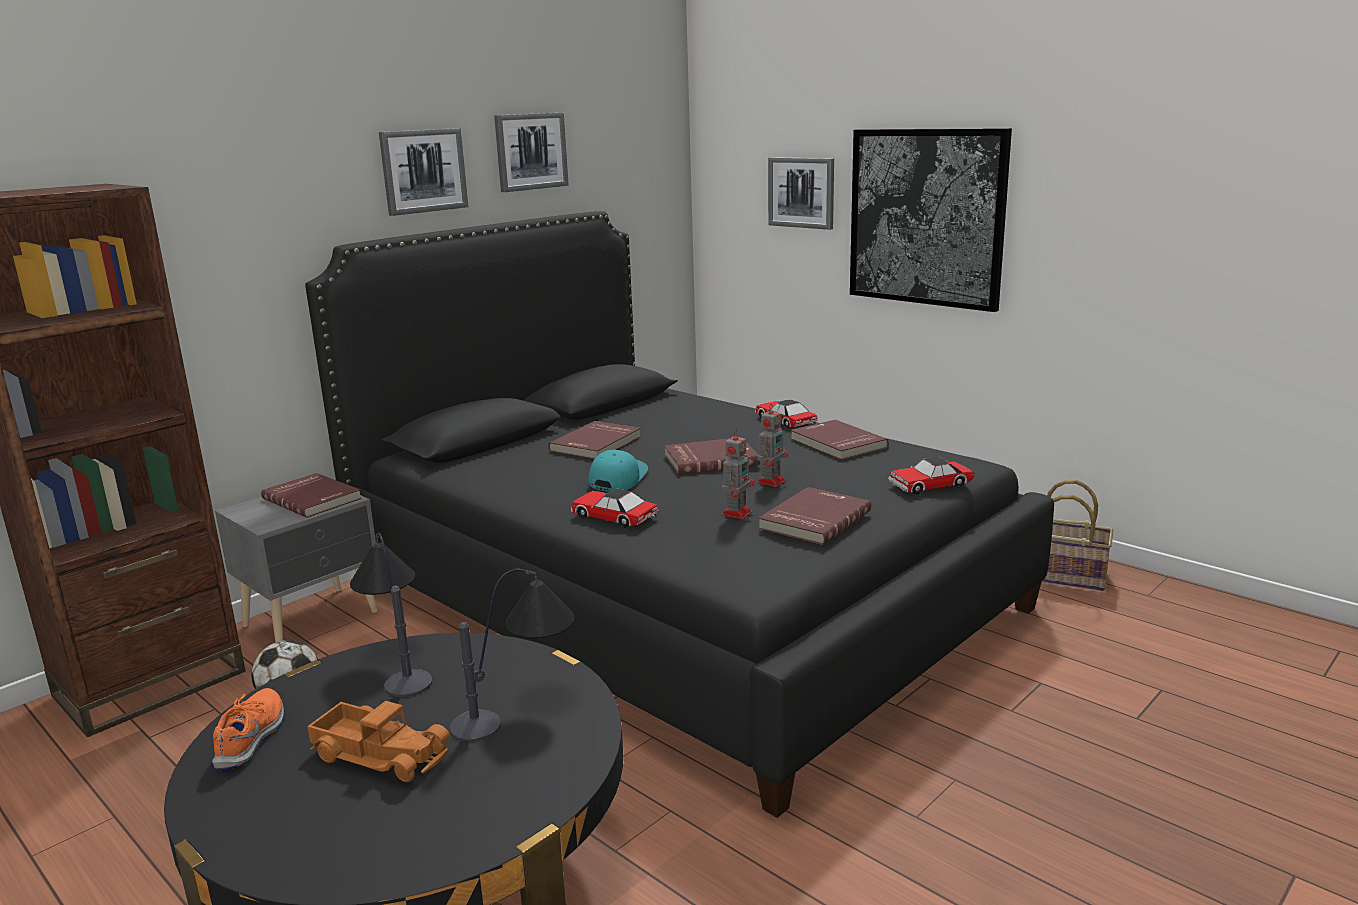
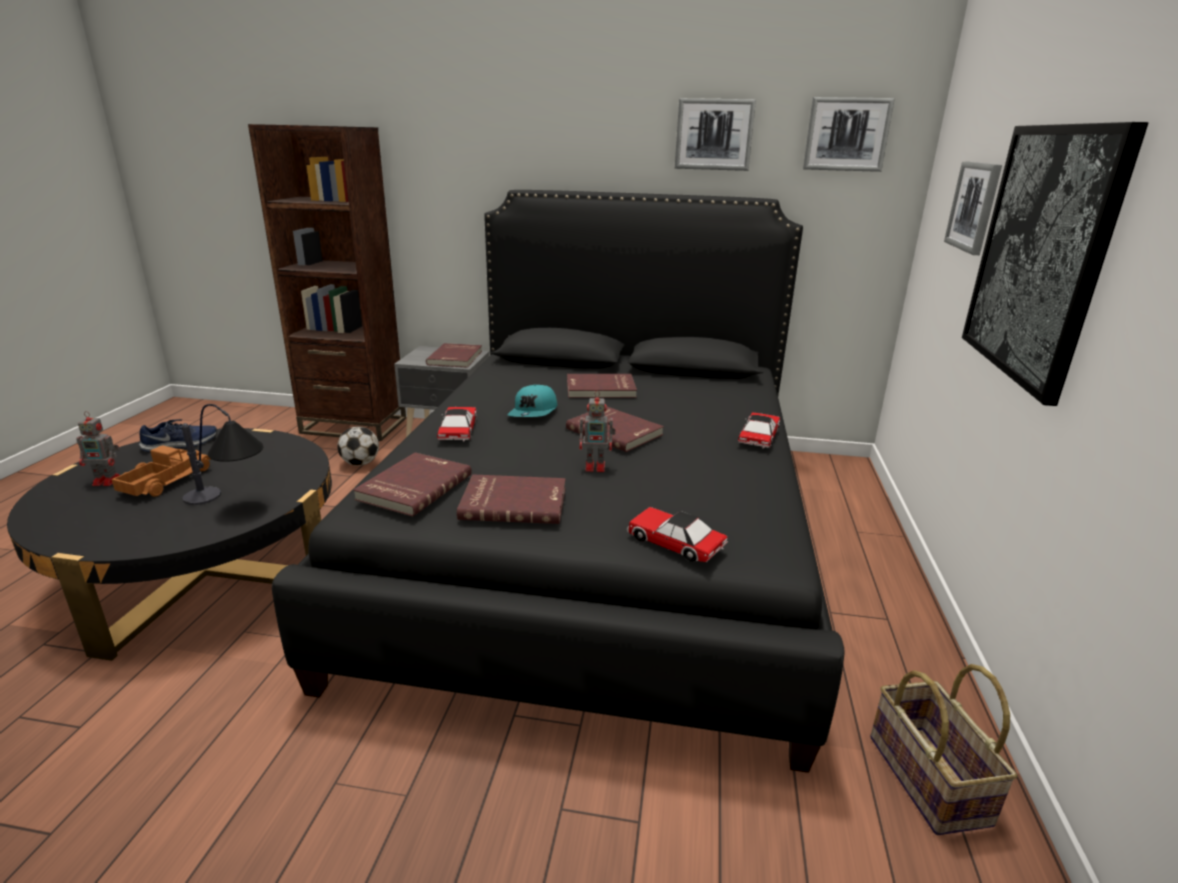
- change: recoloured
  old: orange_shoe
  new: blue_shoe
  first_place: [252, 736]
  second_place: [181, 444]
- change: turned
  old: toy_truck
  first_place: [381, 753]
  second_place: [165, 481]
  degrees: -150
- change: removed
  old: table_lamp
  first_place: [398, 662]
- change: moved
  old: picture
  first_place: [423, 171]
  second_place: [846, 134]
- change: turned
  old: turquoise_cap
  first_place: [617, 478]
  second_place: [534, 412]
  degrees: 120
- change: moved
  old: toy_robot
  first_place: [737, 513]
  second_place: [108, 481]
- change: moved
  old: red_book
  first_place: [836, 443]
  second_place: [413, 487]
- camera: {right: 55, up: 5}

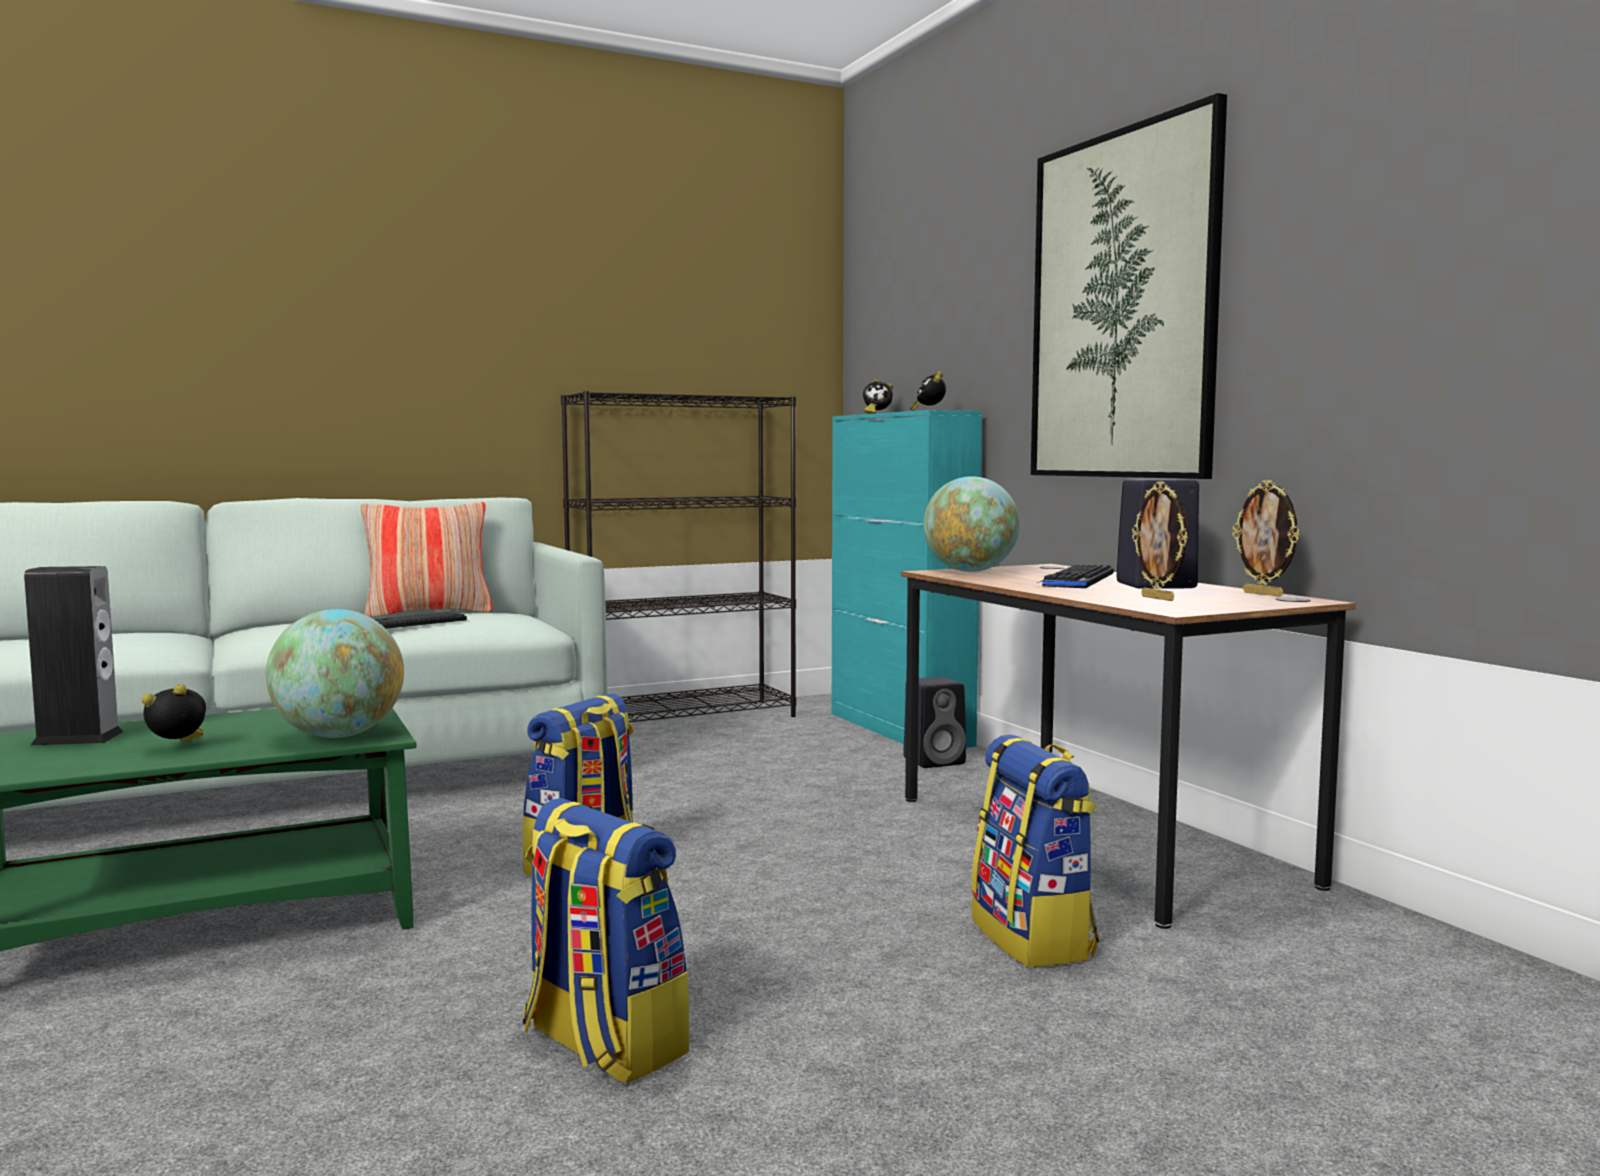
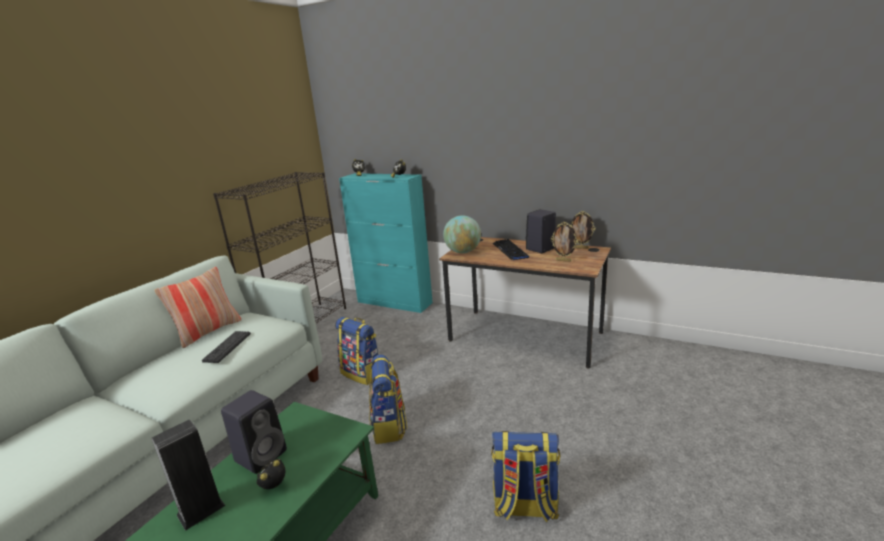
- change: removed
  old: globe
  first_place: [339, 736]
- change: moved
  old: black_speaker
  first_place: [935, 761]
  second_place: [262, 455]
- change: moved
  old: backpack
  first_place: [1034, 938]
  second_place: [362, 373]
- change: removed
  old: picture
  first_place: [1122, 306]
- camera: {right: -35, up: 15}

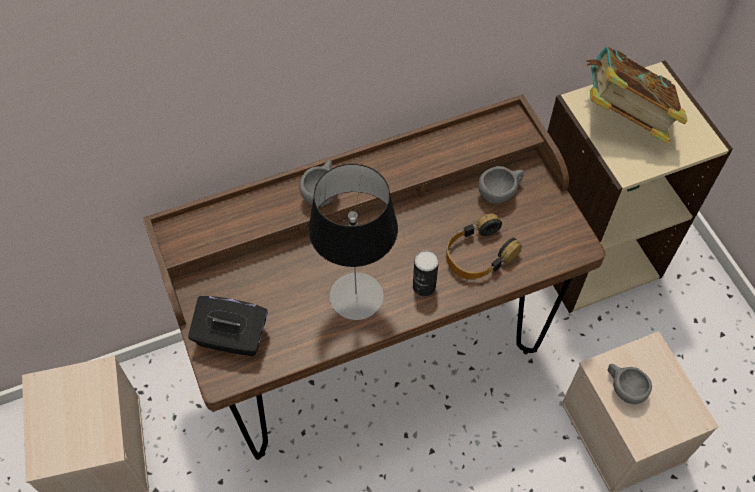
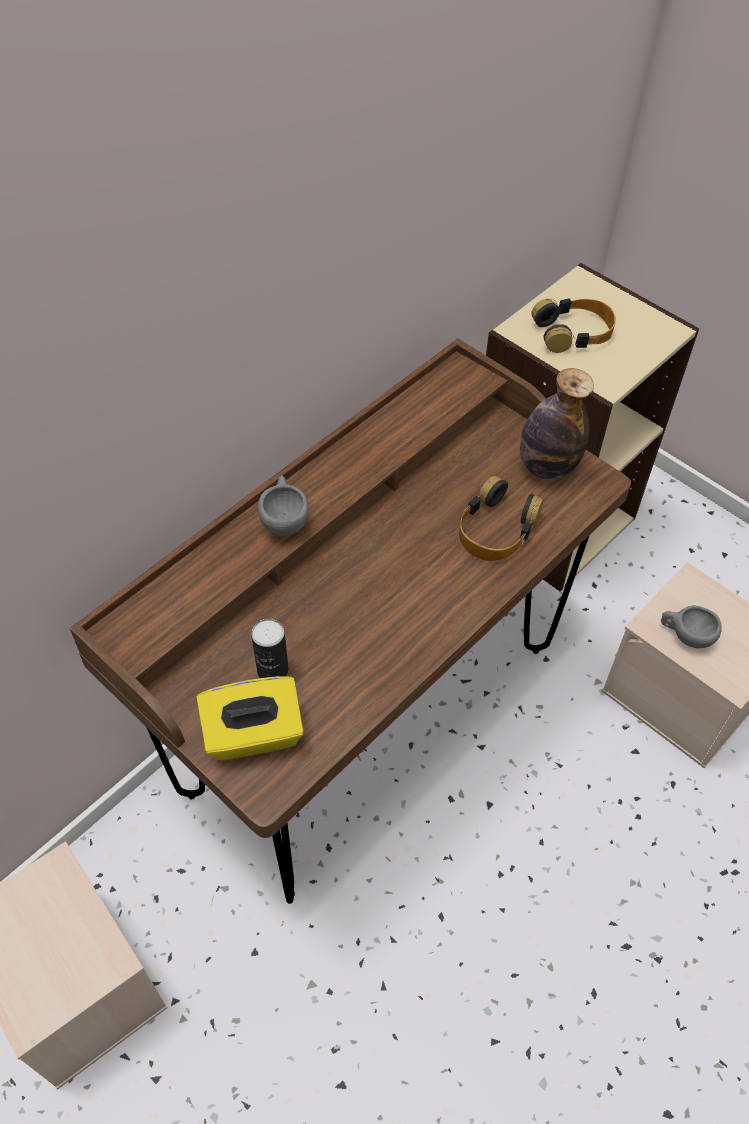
- change: recoloured
  old: black_tissue_box
  new: yellow_tissue_box
  first_place: [231, 338]
  second_place: [254, 735]
- change: removed
  old: table_lamp
  first_place: [356, 296]
- change: moved
  old: can
  first_place: [424, 286]
  second_place: [272, 670]
- change: removed
  old: grey_cup
  first_place: [500, 192]
- change: replaced
  old: book
  new: headphones
  first_place: [624, 118]
  second_place: [573, 332]
- change: added
  new: bottle
  second_place: [547, 467]
- camera: {right: -25, up: -5}

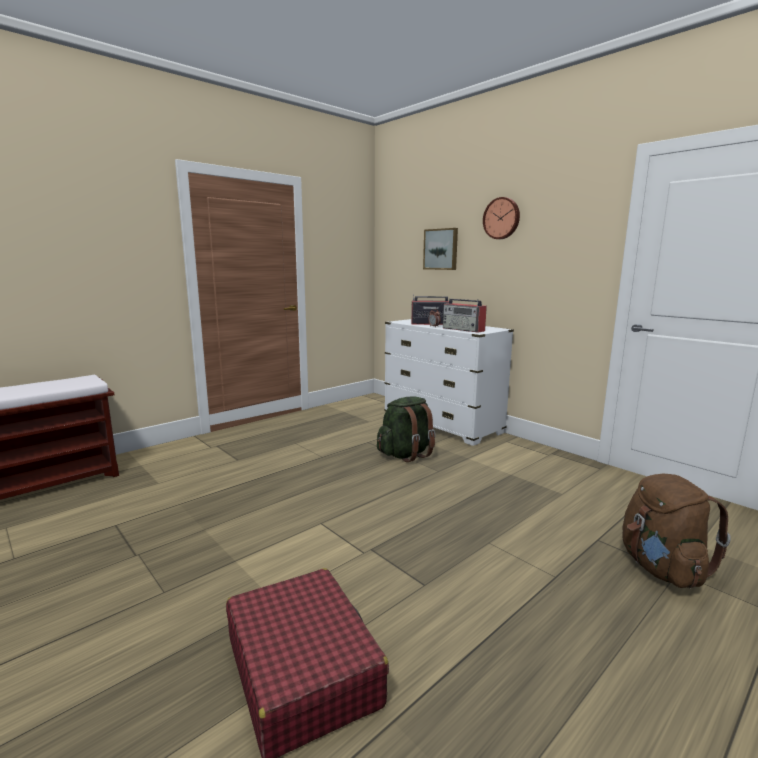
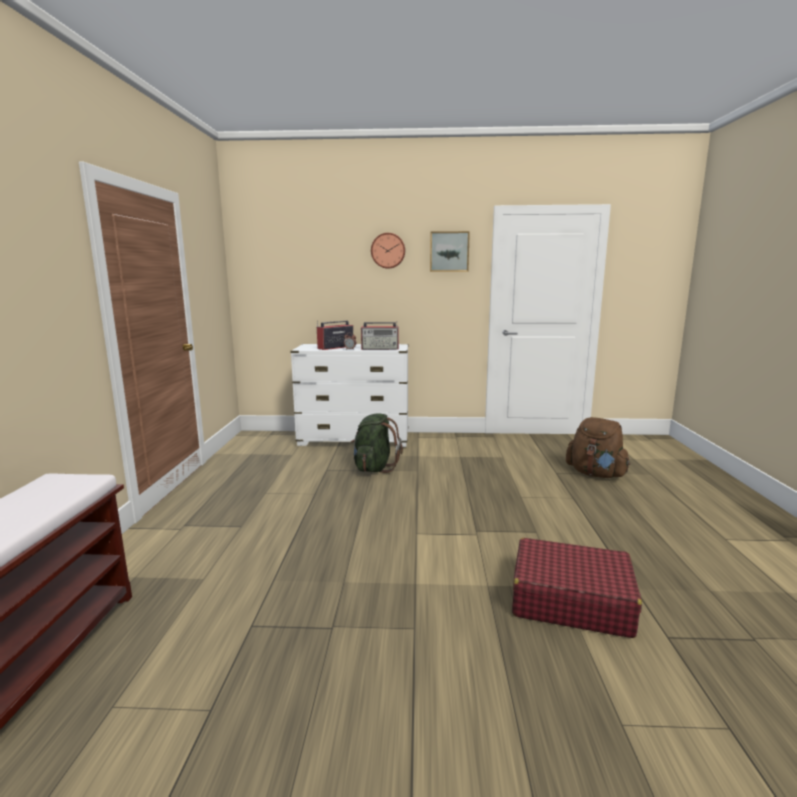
- change: moved
  old: picture
  first_place: [441, 249]
  second_place: [449, 251]
- camera: {right: -45, up: 0}

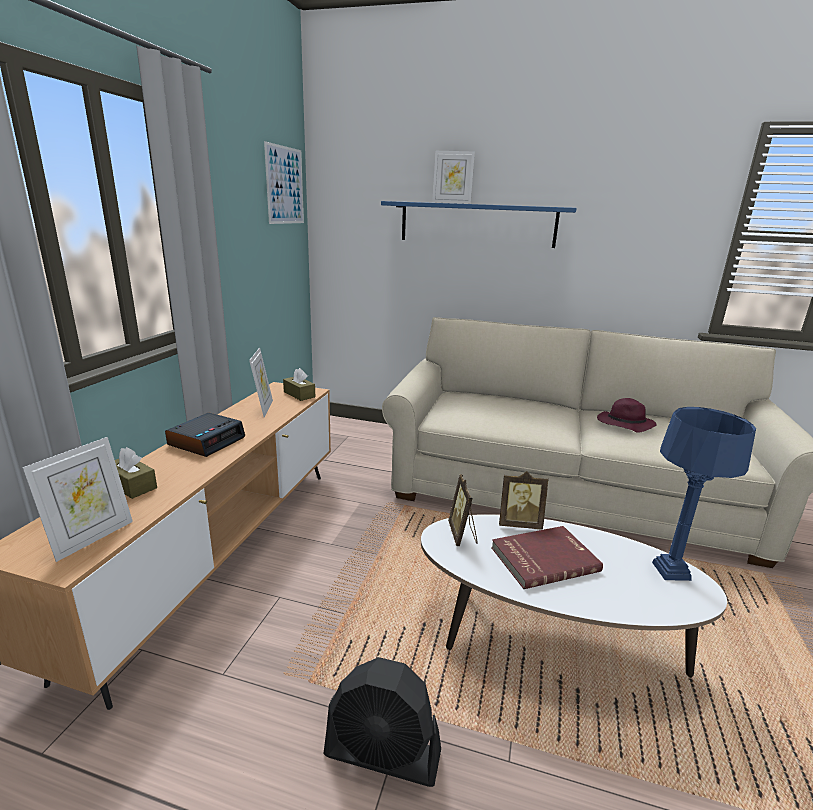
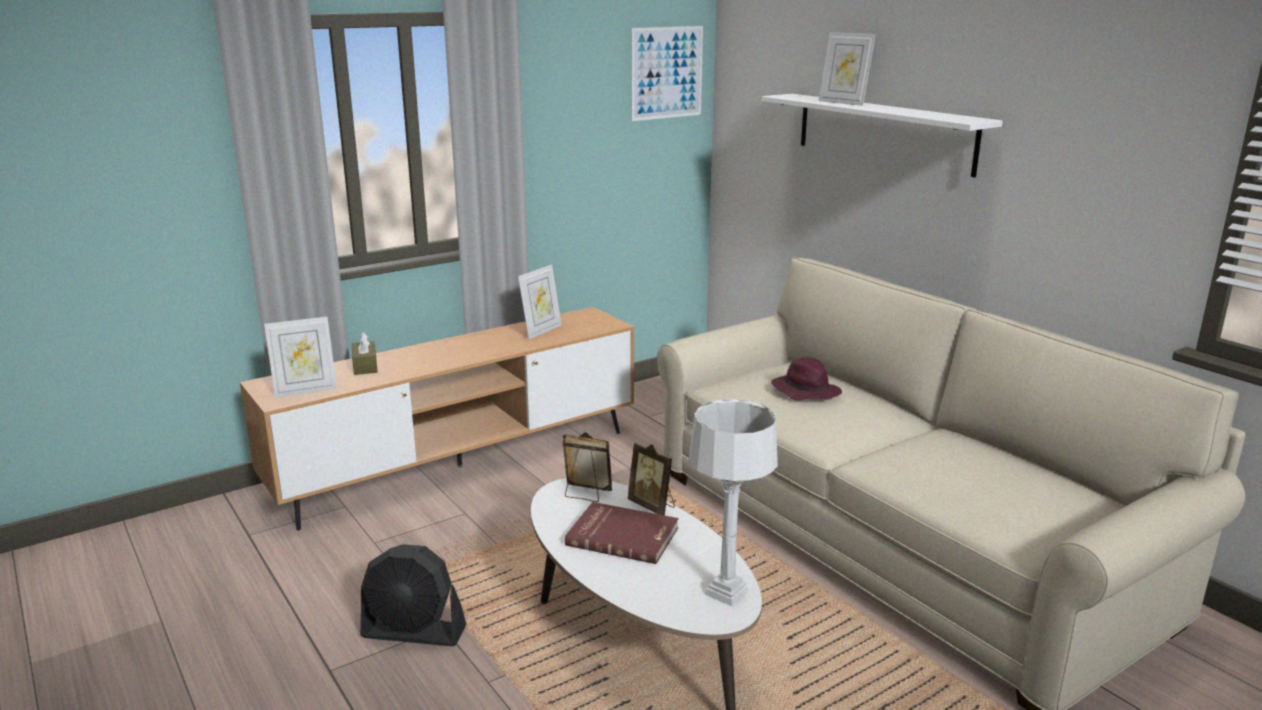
- change: removed
  old: alarm_clock
  first_place: [207, 441]
- change: removed
  old: brown_tissue_box
  first_place: [299, 394]
- change: turned
  old: black_fan
  first_place: [383, 754]
  second_place: [414, 632]
  degrees: -45
- change: recoloured
  old: blue_shelf
  new: white_shelf
  first_place: [477, 224]
  second_place: [883, 132]
- change: turned
  old: picture_frame
  first_place: [462, 534]
  second_place: [585, 494]
  degrees: 75
- change: moved
  old: purple_hat
  first_place: [624, 424]
  second_place: [804, 391]
- change: recoloured
  old: blue_table_lamp
  new: grey_table_lamp
  first_place: [671, 570]
  second_place: [727, 592]
- camera: {right: 40, up: 0}

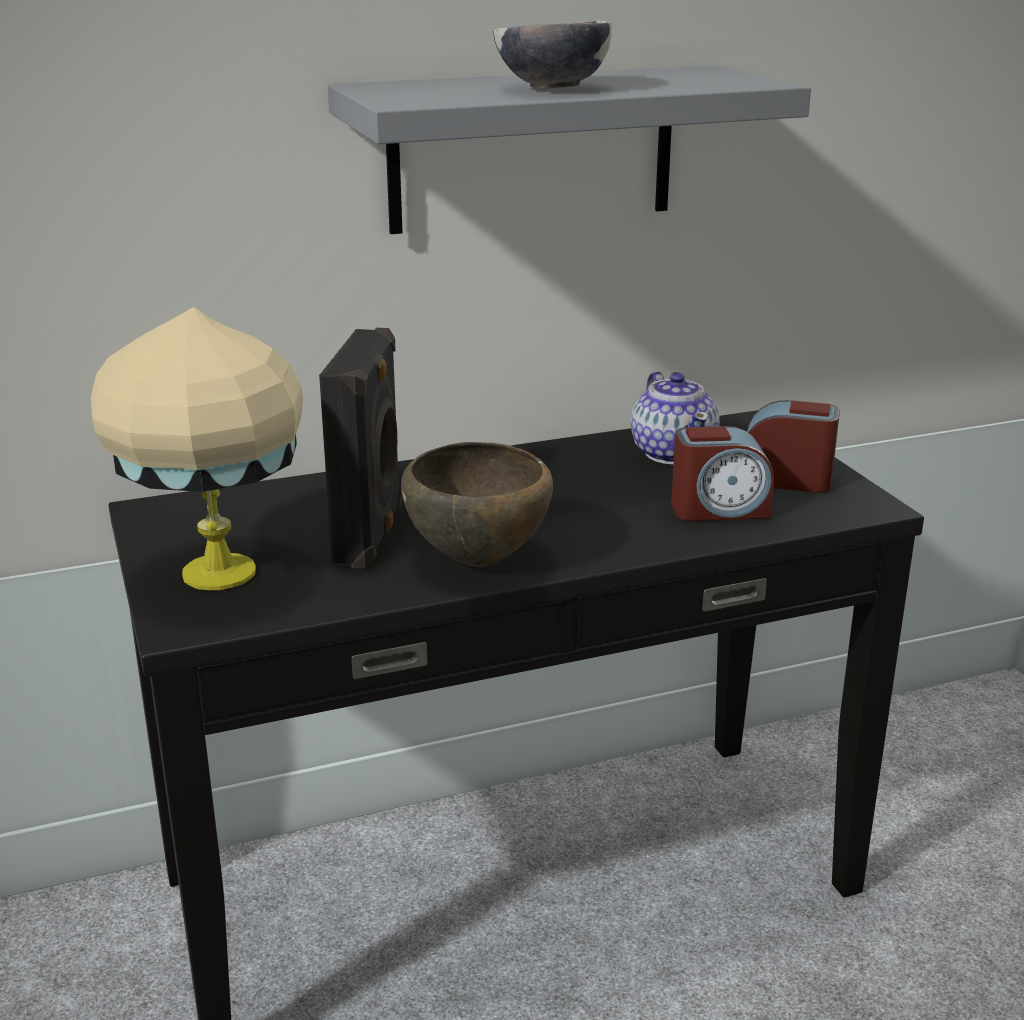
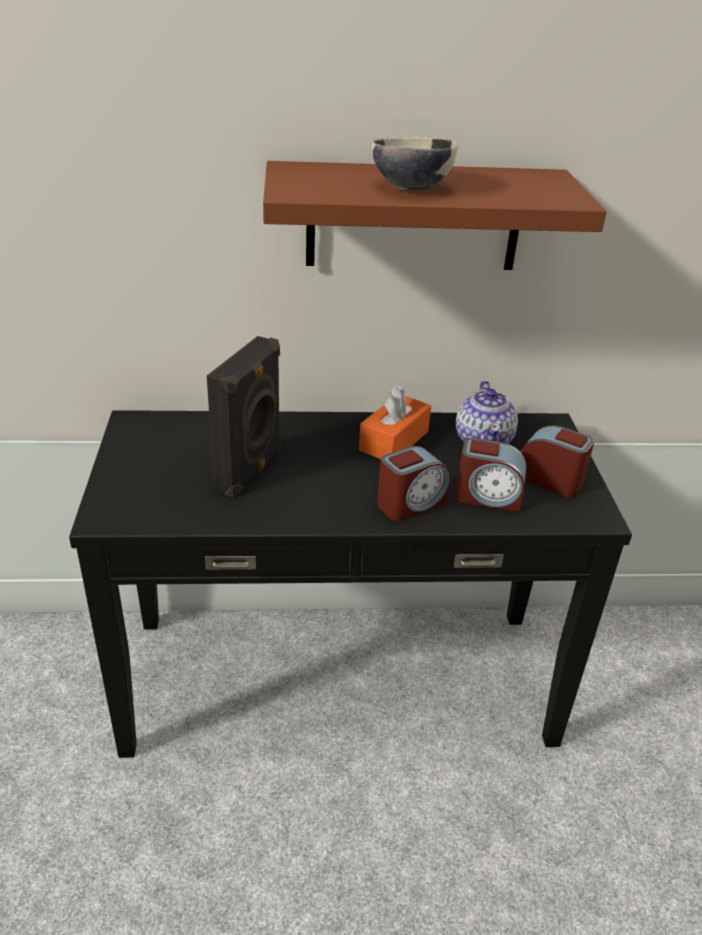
- change: removed
  old: beige_table_lamp
  first_place: [215, 574]
- change: recoloured
  old: grey_shelf
  new: brown_shelf
  first_place: [532, 149]
  second_place: [414, 217]
- change: removed
  old: brown_bowl
  first_place: [480, 560]
- change: added
  new: orange_tissue_box
  second_place: [394, 441]
- change: added
  new: alarm_clock
  second_place: [410, 503]
- camera: {right: 15, up: 10}

